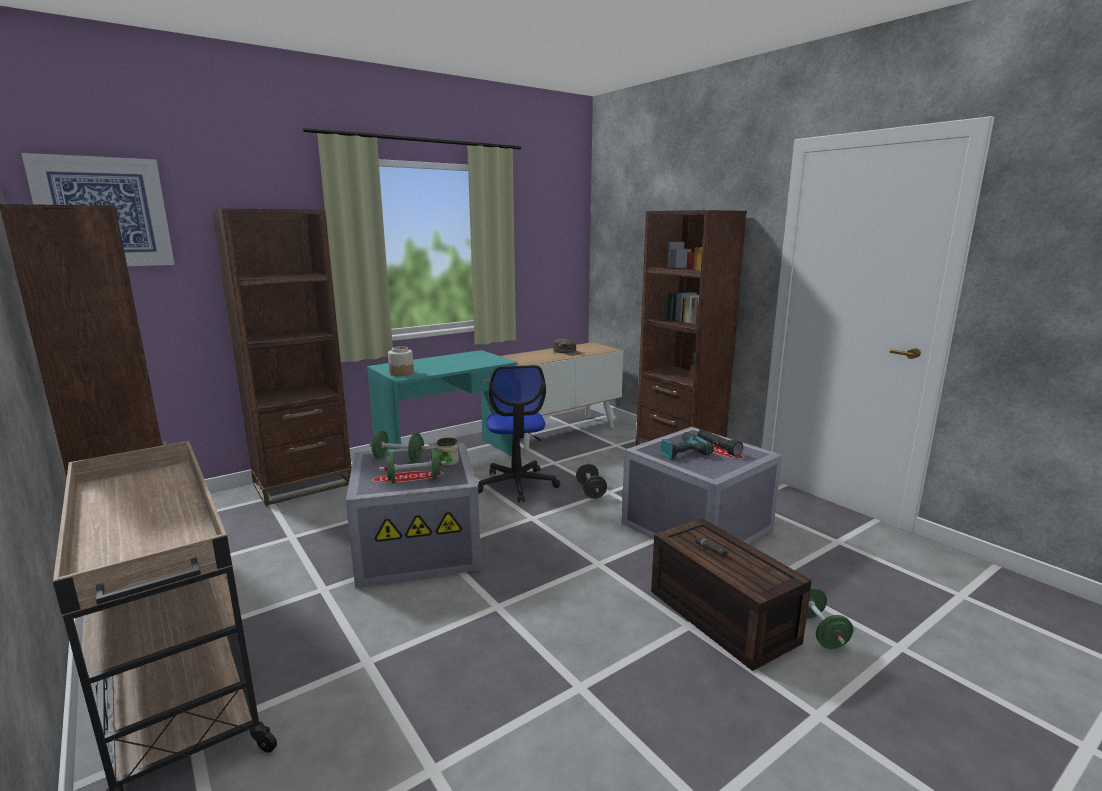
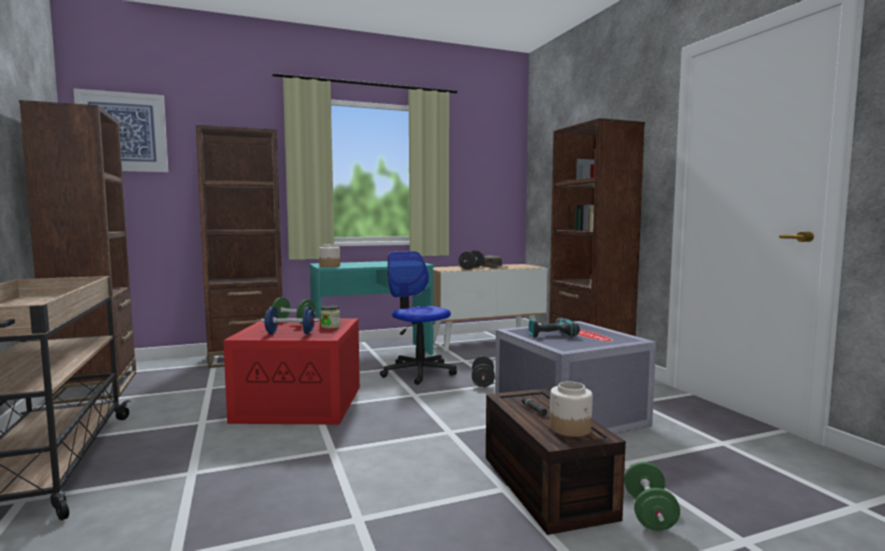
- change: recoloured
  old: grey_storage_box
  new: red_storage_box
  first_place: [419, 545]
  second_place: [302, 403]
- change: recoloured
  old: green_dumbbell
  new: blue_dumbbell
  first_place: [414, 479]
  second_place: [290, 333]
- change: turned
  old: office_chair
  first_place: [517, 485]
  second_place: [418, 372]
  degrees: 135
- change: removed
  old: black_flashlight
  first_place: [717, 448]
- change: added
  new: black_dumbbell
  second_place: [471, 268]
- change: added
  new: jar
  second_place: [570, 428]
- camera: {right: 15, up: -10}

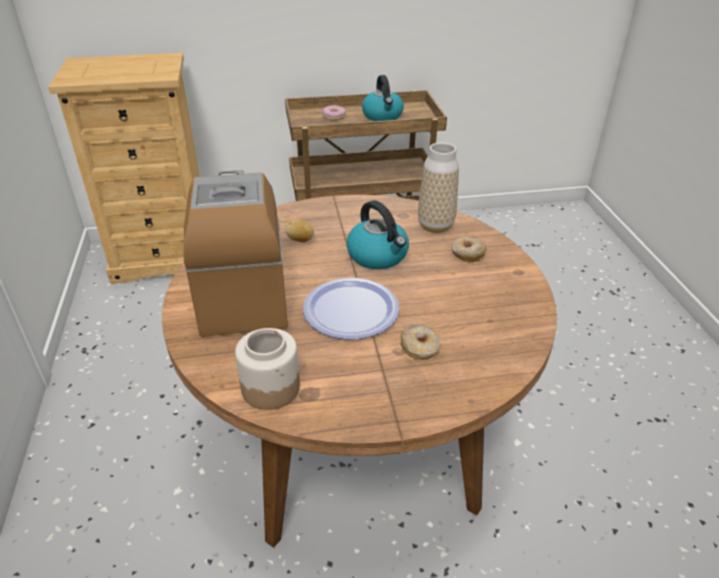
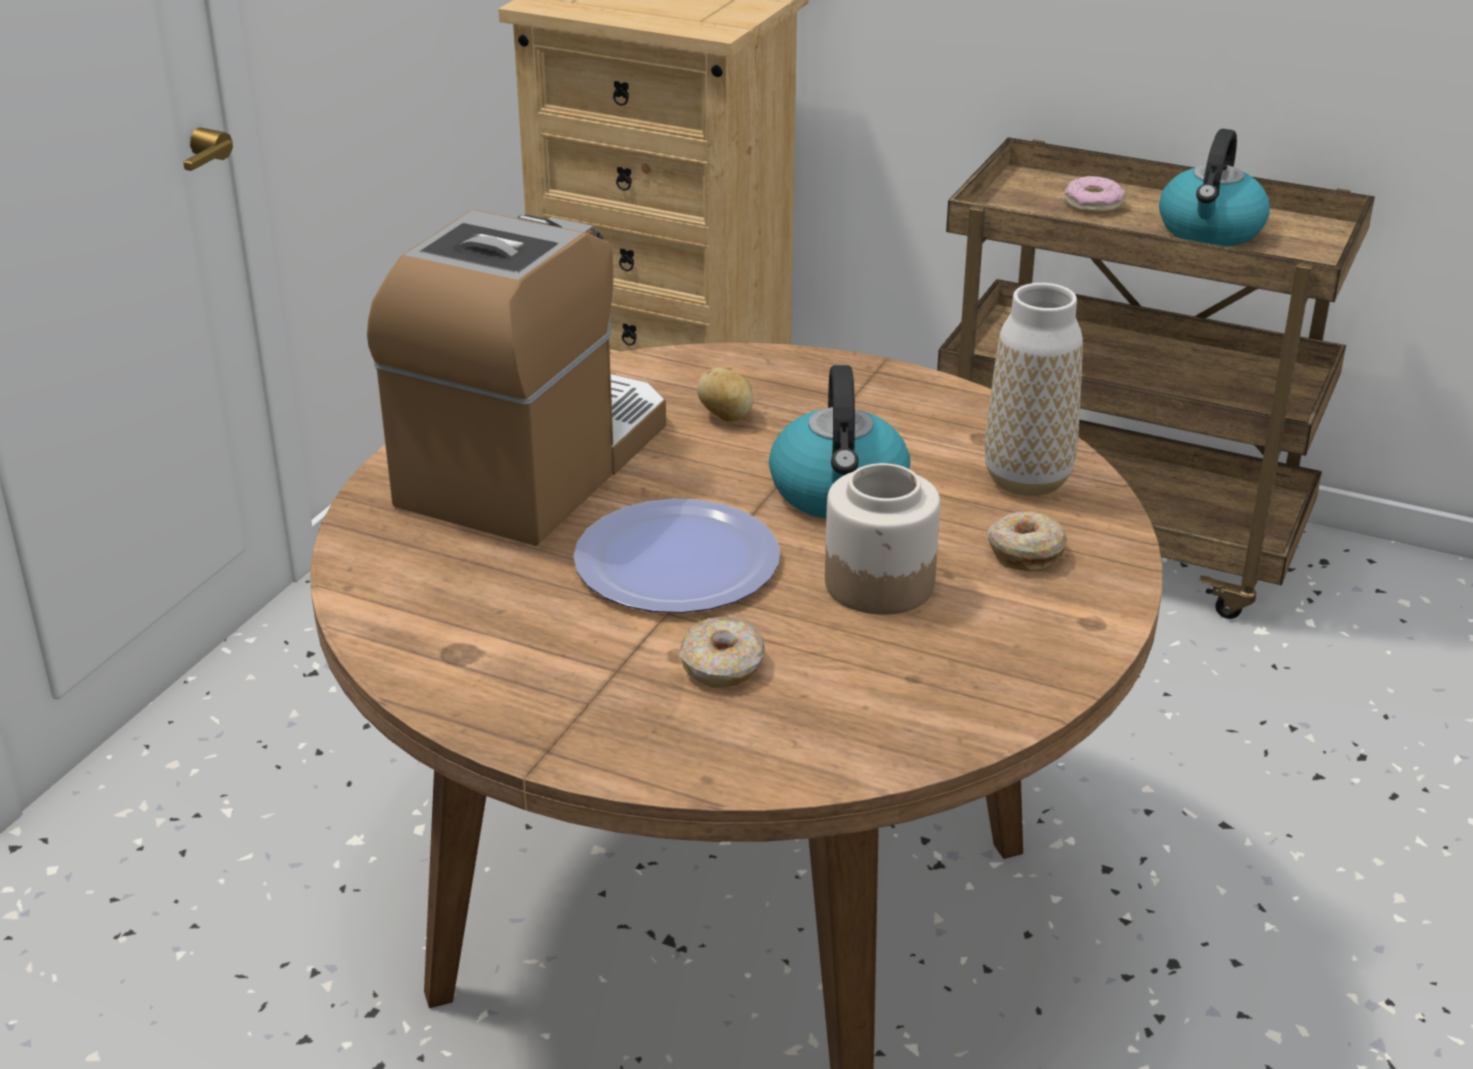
- change: moved
  old: jar
  first_place: [271, 387]
  second_place: [880, 583]
- camera: {right: 35, up: -5}

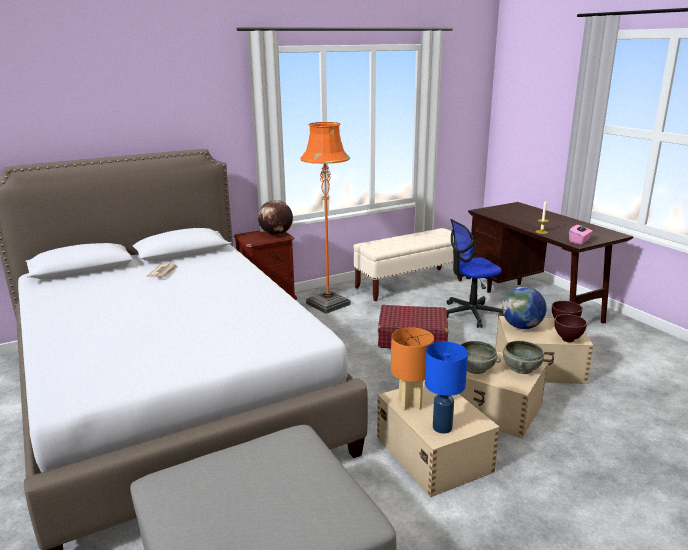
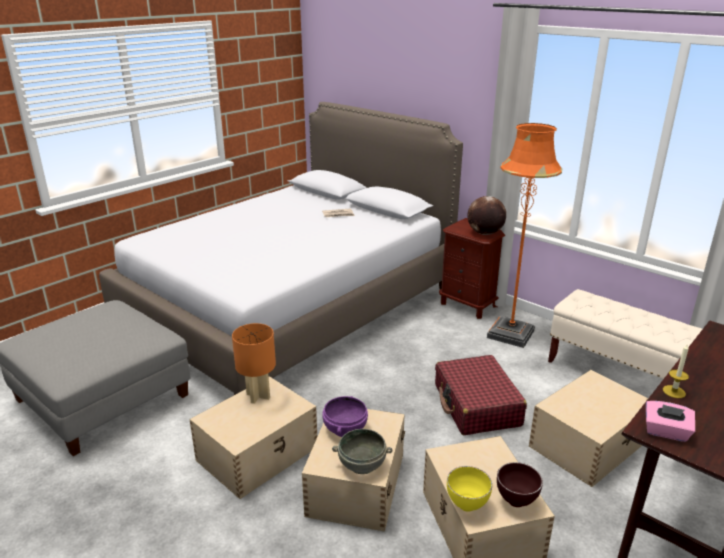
- change: removed
  old: blue_table_lamp
  first_place: [442, 427]
- change: replaced
  old: office_chair
  new: beige_storage_box
  first_place: [470, 314]
  second_place: [588, 444]
- change: recoloured
  old: grey_bowl
  new: purple_bowl
  first_place: [475, 368]
  second_place: [344, 429]
- change: removed
  old: globe
  first_place: [522, 327]
- change: recoloured
  old: brown_bowl
  new: yellow_bowl
  first_place: [567, 340]
  second_place: [468, 505]
- camera: {right: 70, up: 5}

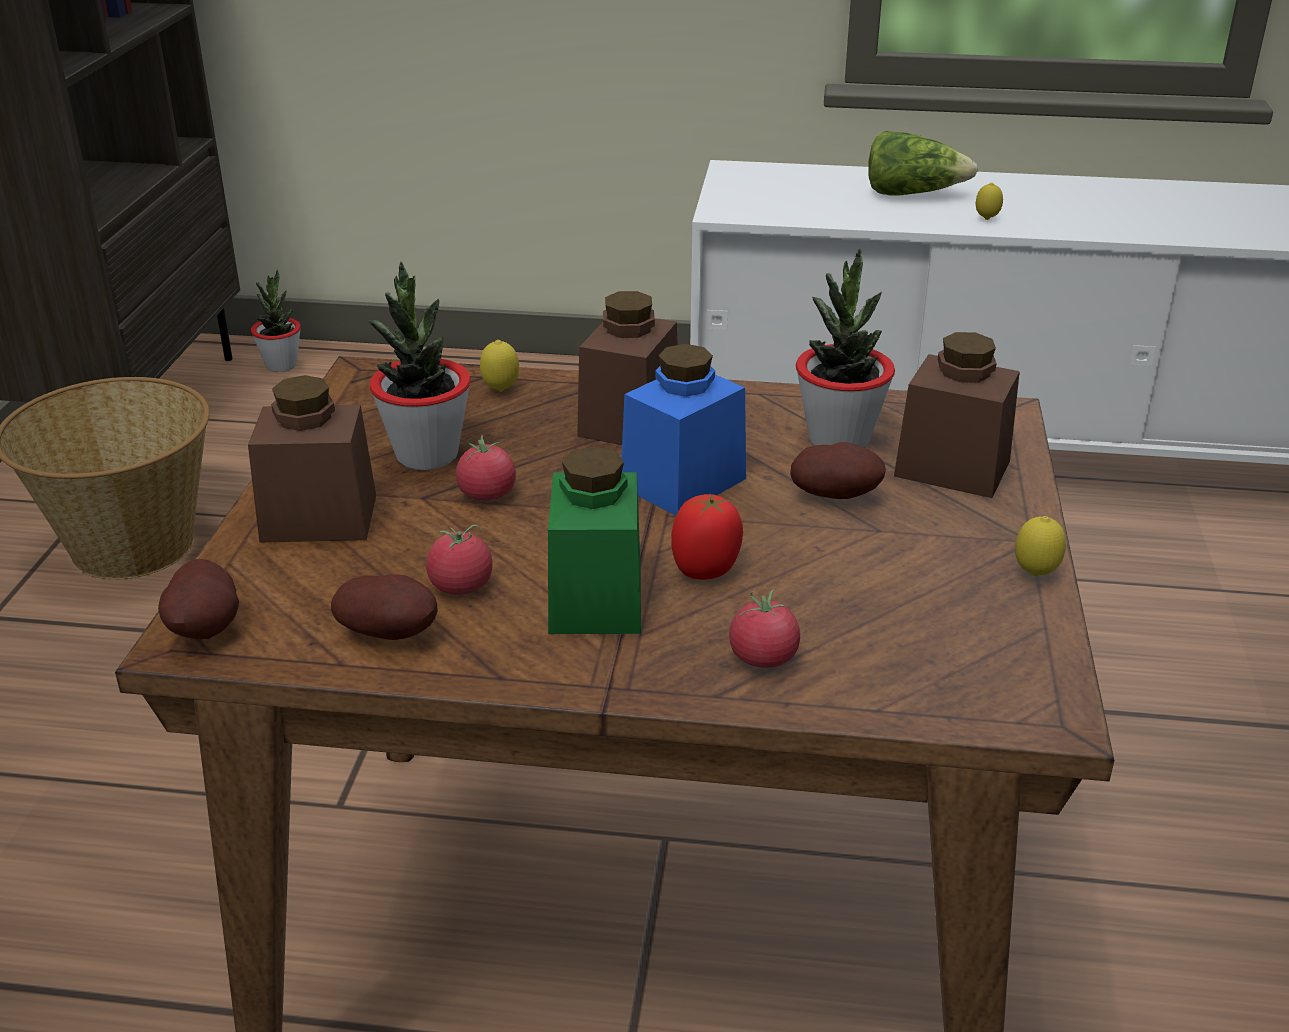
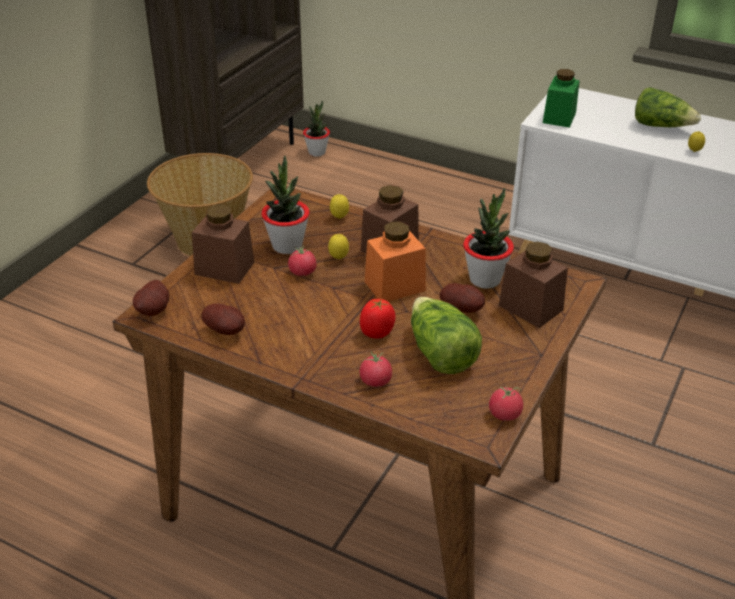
- change: moved
  old: tomato
  first_place: [461, 586]
  second_place: [504, 414]
- change: moved
  old: green_jar
  first_place: [596, 599]
  second_place: [559, 117]
- change: recoloured
  old: blue_jar
  new: orange_jar
  first_place: [683, 482]
  second_place: [395, 286]
- change: moved
  old: lemon
  first_place: [1035, 575]
  second_place: [338, 259]
- change: added
  new: lettuce
  second_place: [440, 353]
- camera: {right: 20, up: 5}

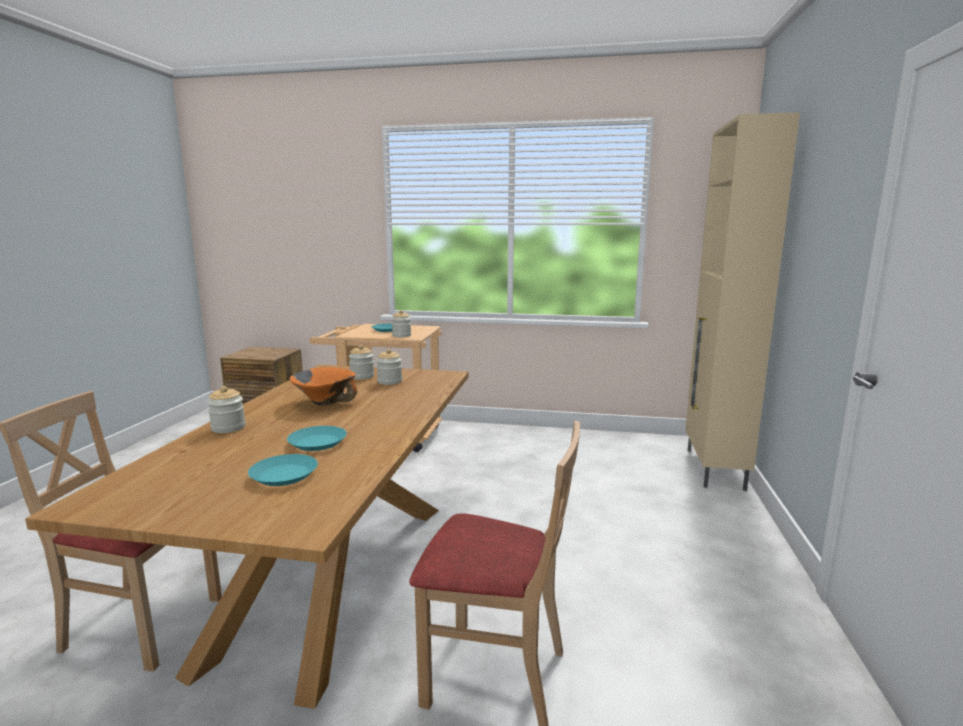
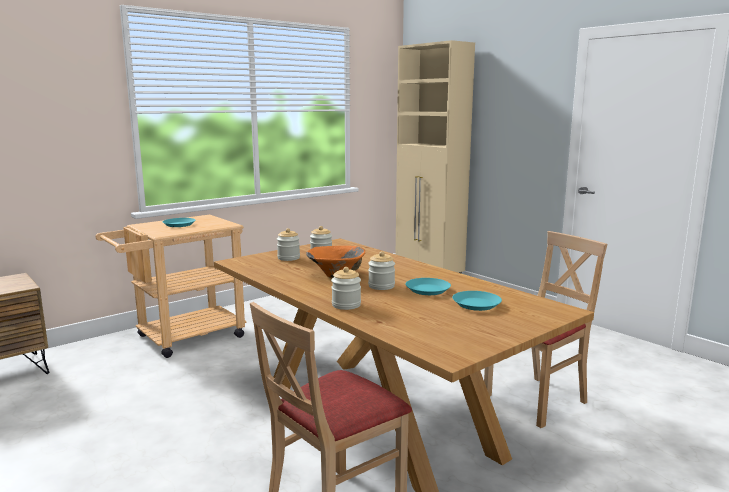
- change: moved
  old: jar
  first_place: [401, 335]
  second_place: [381, 286]
- camera: {right: -50, up: 0}

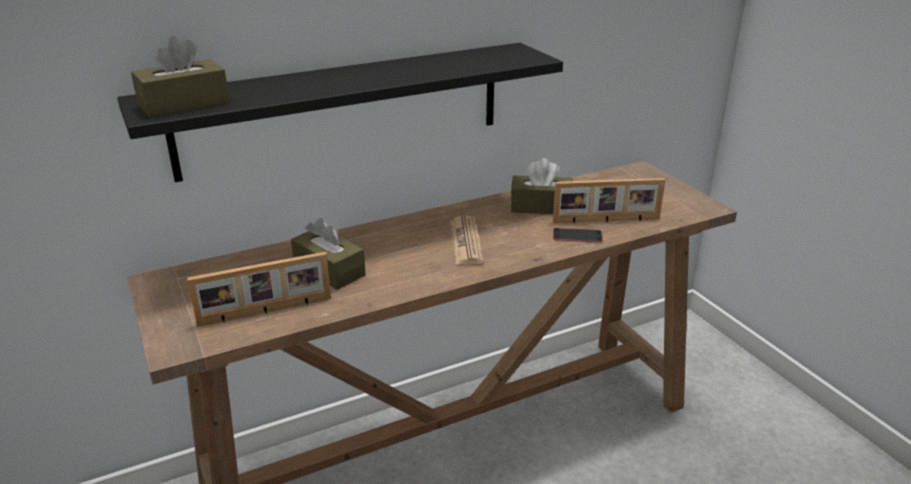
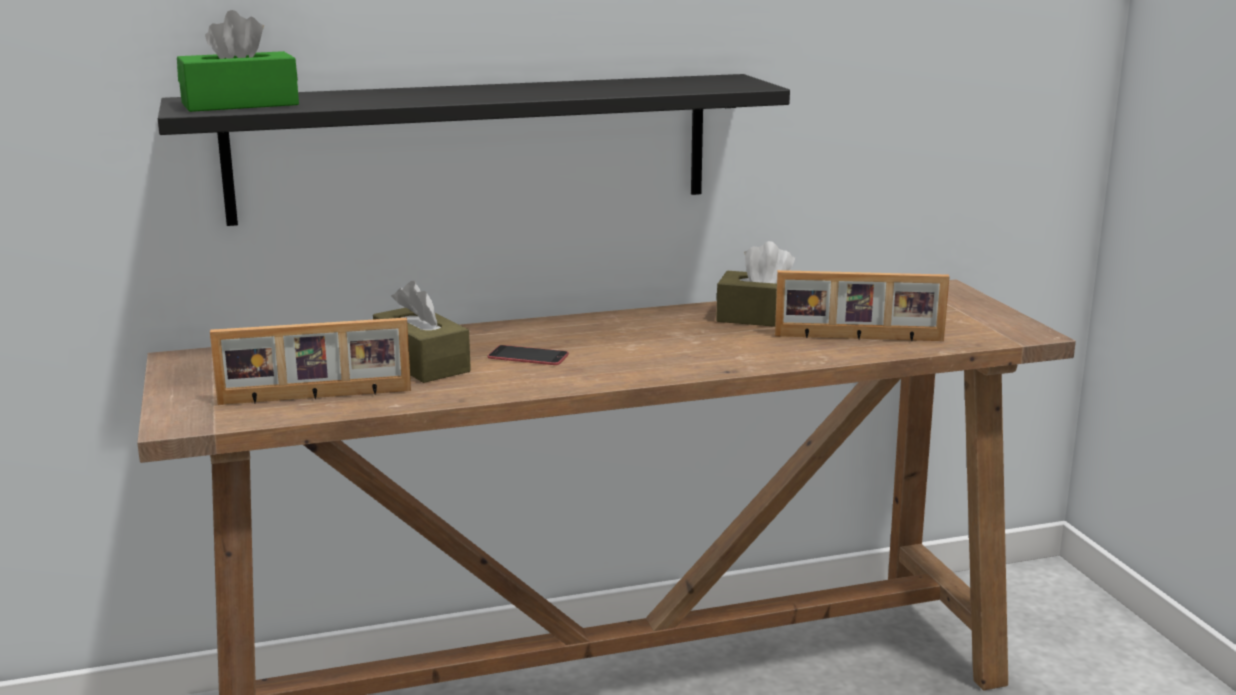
- change: recoloured
  old: brown_tissue_box
  new: green_tissue_box
  first_place: [184, 104]
  second_place: [240, 104]
- change: removed
  old: newspaper
  first_place: [465, 241]
- change: moved
  old: phone
  first_place: [577, 236]
  second_place: [528, 356]
- camera: {right: 10, up: -10}

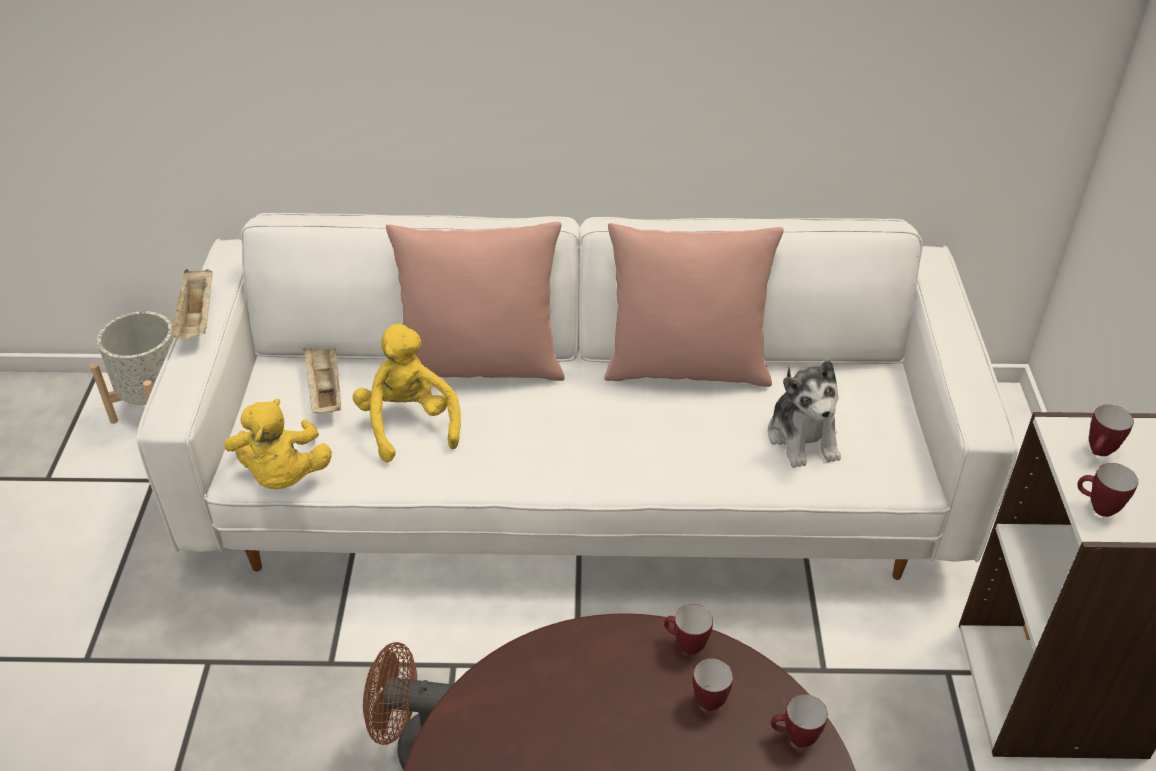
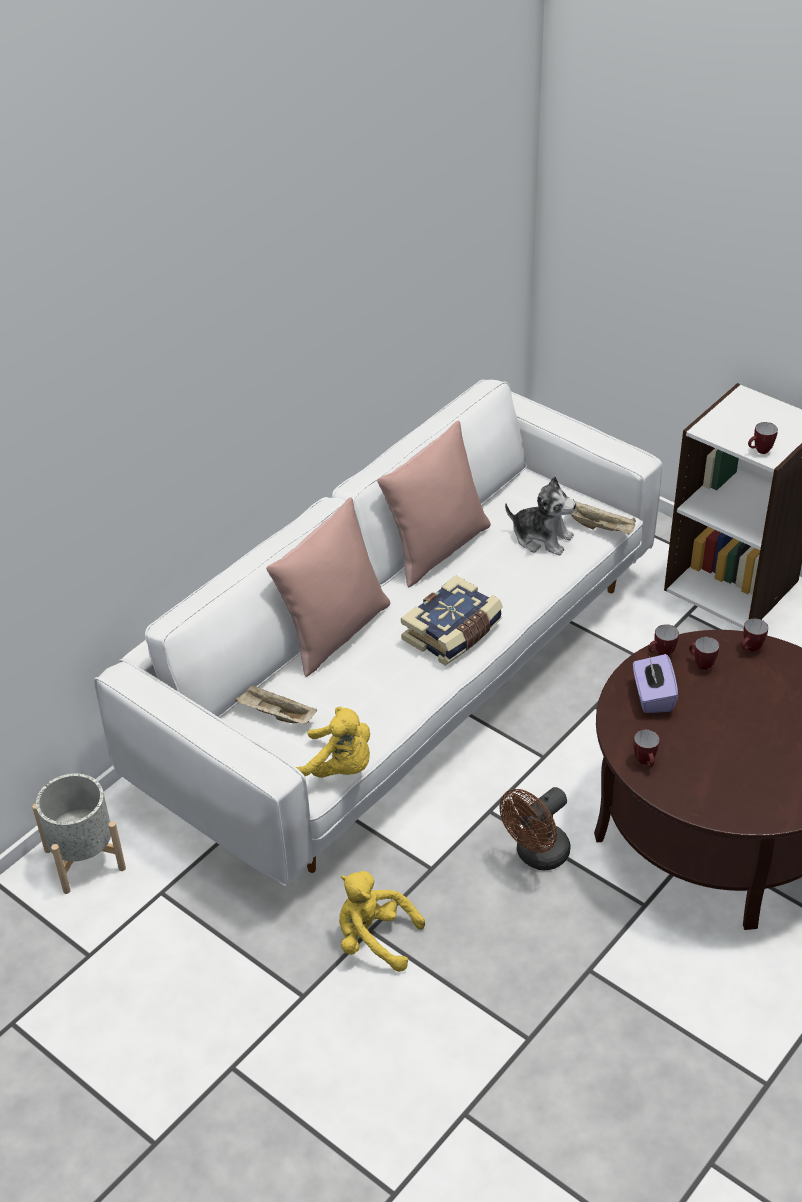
- change: moved
  old: beige_tray
  first_place: [197, 319]
  second_place: [600, 527]
- change: moved
  old: yellow_plush_toy
  first_place: [409, 424]
  second_place: [374, 939]
- change: moved
  old: mug
  first_place: [1099, 453]
  second_place: [646, 762]
- change: added
  new: book
  second_place: [453, 633]
- change: added
  new: purple_tissue_box
  second_place: [652, 696]
- camera: {right: -50, up: 0}

